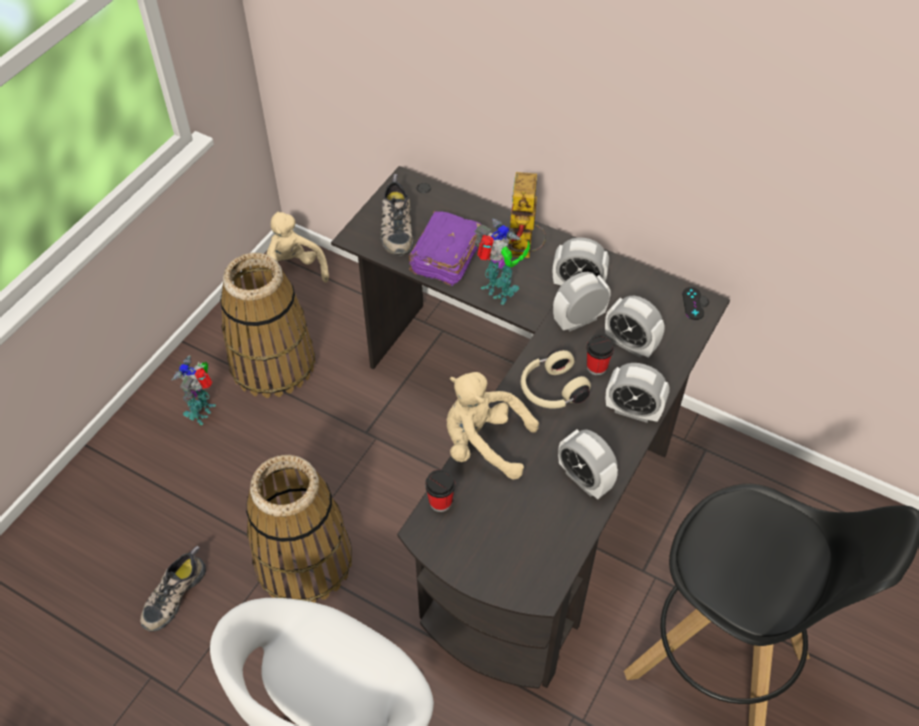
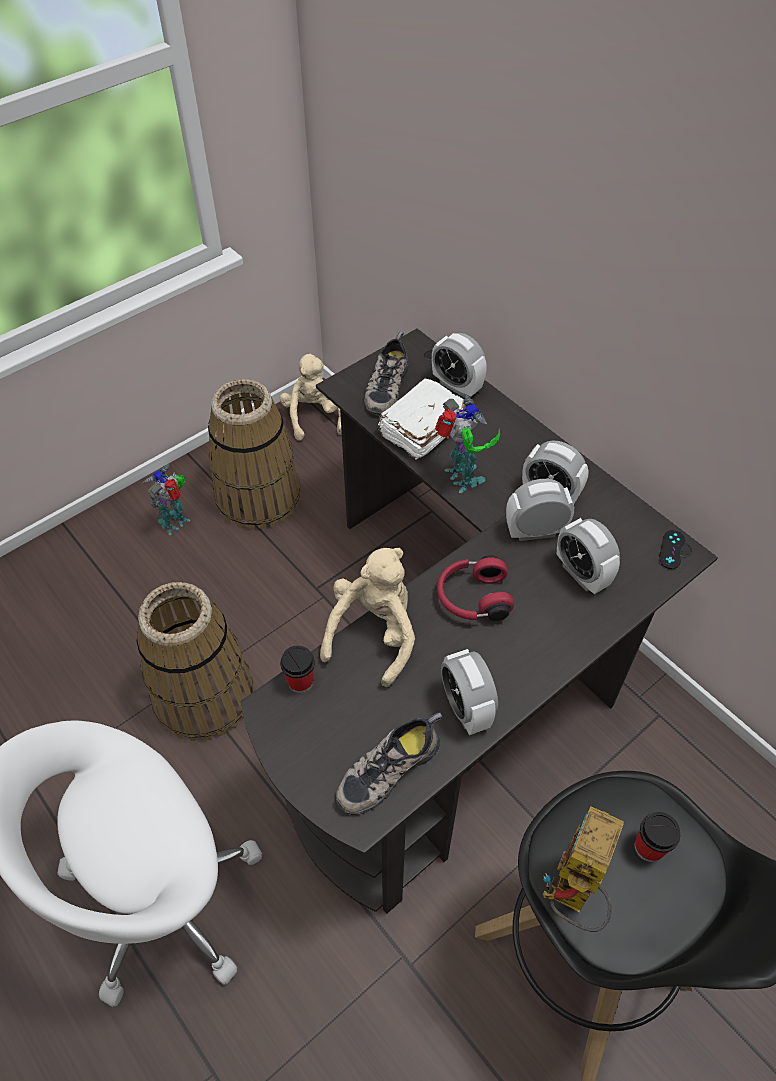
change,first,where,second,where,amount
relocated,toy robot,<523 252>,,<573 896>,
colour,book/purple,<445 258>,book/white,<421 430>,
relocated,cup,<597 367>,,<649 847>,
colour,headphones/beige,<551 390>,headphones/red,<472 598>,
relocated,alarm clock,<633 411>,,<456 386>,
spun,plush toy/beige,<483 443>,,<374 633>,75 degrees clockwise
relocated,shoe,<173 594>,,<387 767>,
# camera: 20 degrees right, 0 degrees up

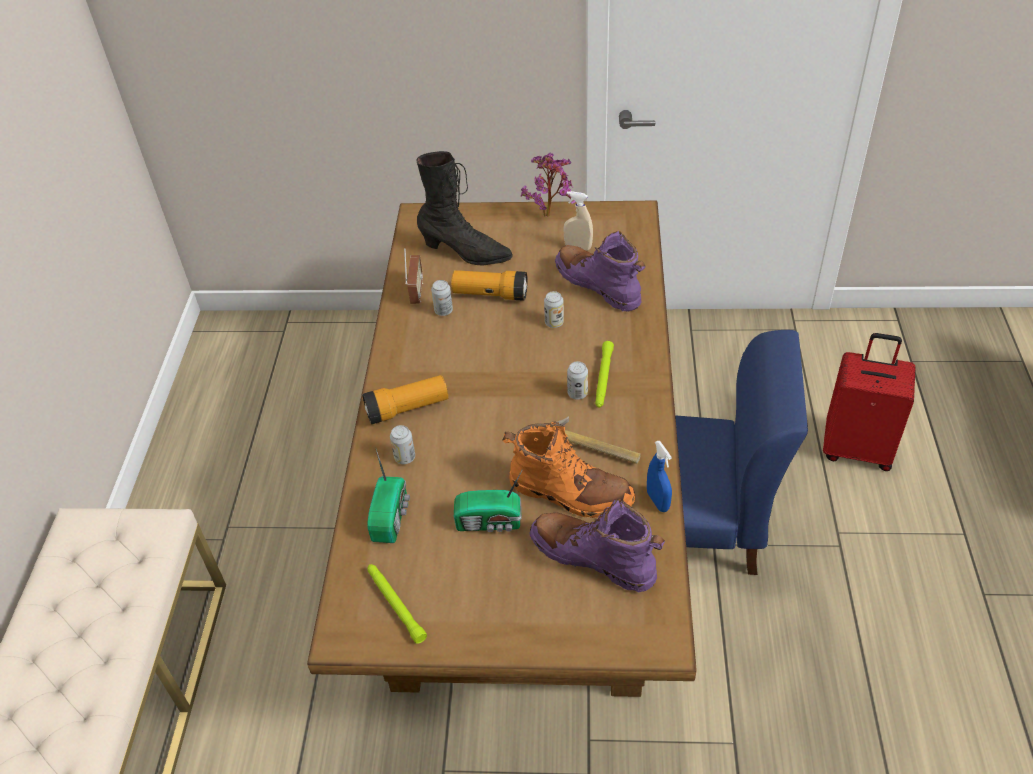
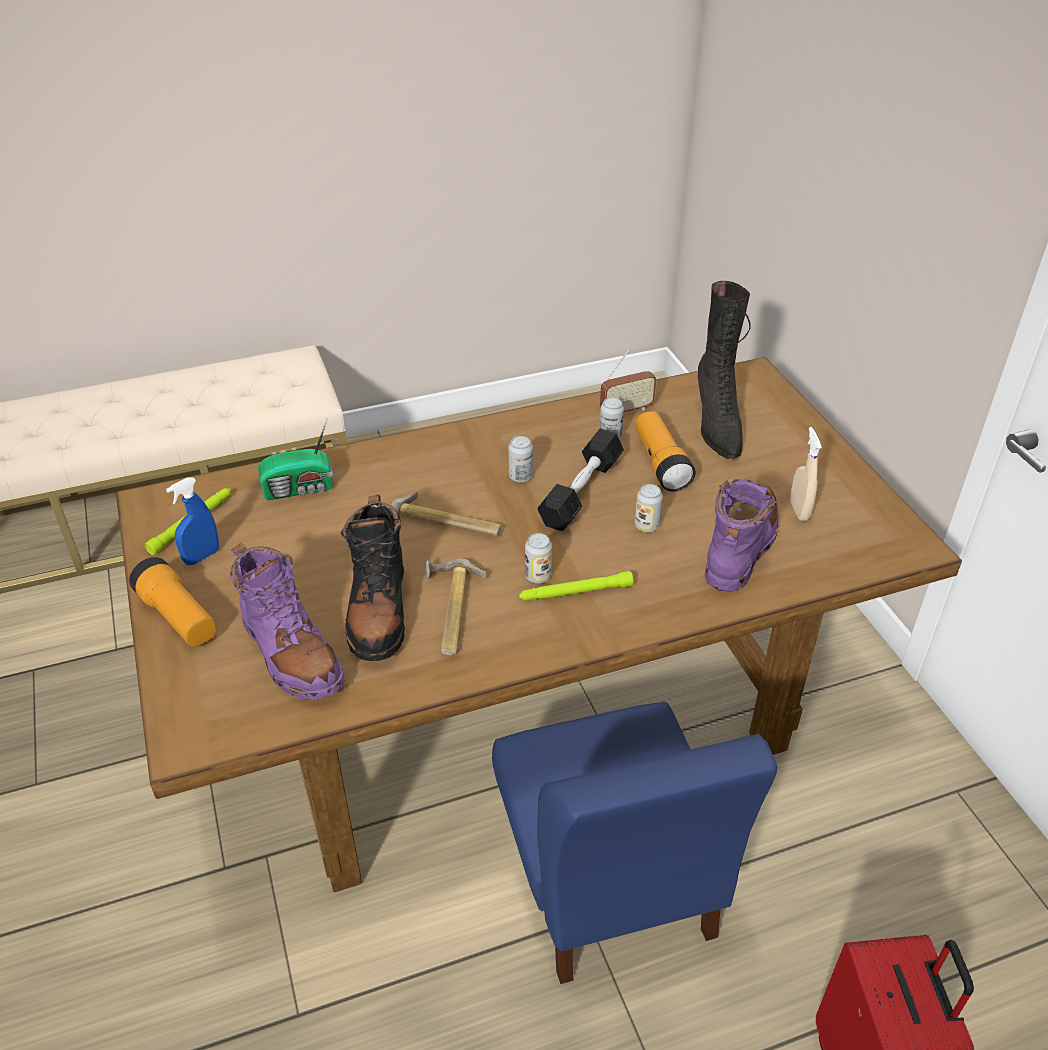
change,first,where,second,where,amount
missing,potted plant,<550 214>,,,
relocated,flashlight,<407 408>,,<178 617>,
colour,boot/orange,<570 493>,boot/black,<378 610>,
relocated,can,<405 457>,,<520 476>,
relocated,spray bottle/blue,<658 501>,,<202 556>,
missing,radio,<490 522>,,,
spun,boot/purple,<593 557>,,<290 653>,135 degrees clockwise
appeared,,,dumbbell/black,<581 492>,
appeared,,,hammer,<443 527>,
# camera: 65 degrees right, 5 degrees down

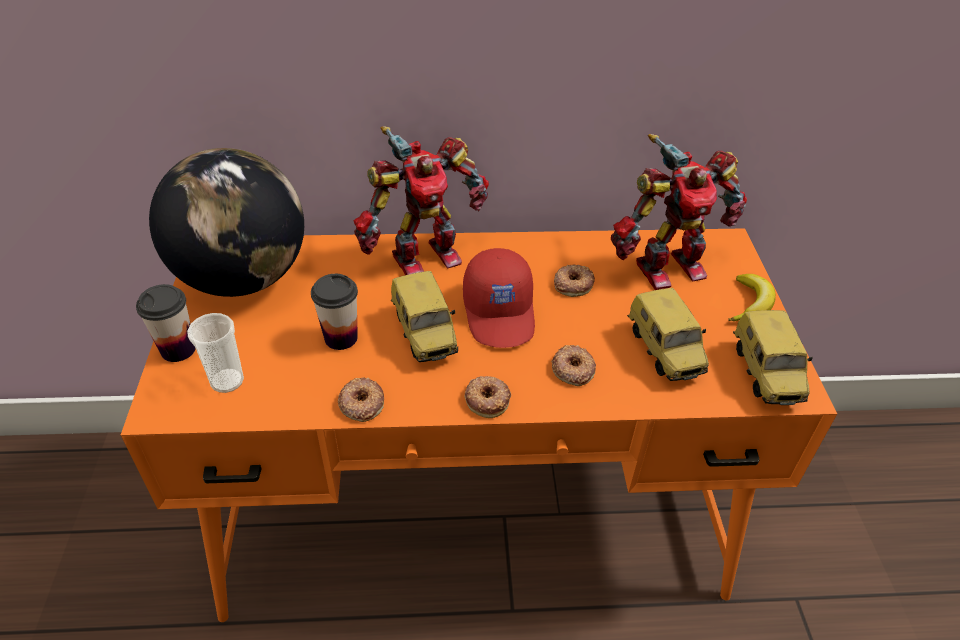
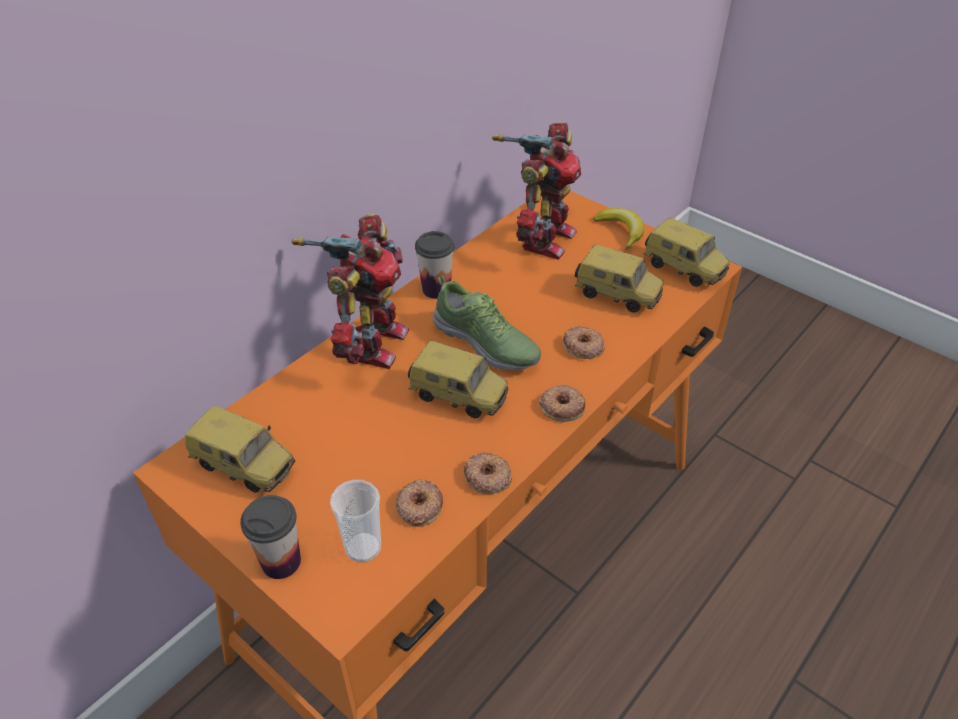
change,first,where,second,where,amount
exchanged,globe,<243 278>,toy car,<246 466>,
exchanged,cap/red,<500 312>,shoe,<486 343>,
relocated,donut,<573 284>,,<419 506>,
relocated,cup,<341 338>,,<436 289>,
# camera: 45 degrees left, 0 degrees up

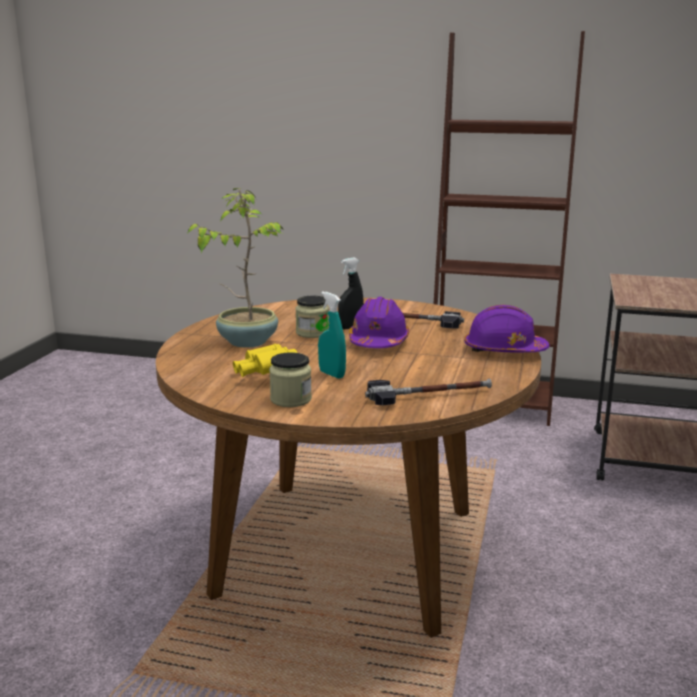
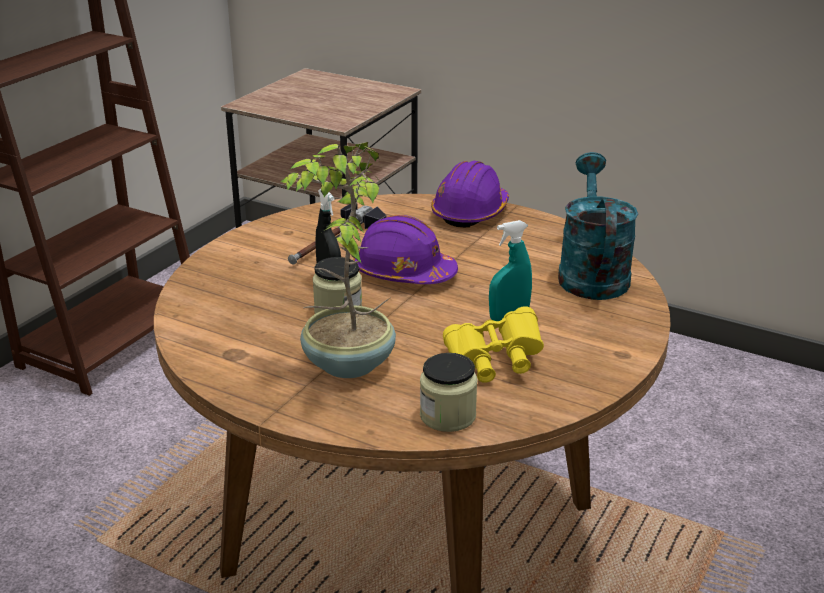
change,first,where,second,where,amount
relocated,jar,<291 399>,,<447 416>,
exchanged,hammer,<428 395>,watering can/turquoise,<591 273>,
# camera: 75 degrees left, 10 degrees up

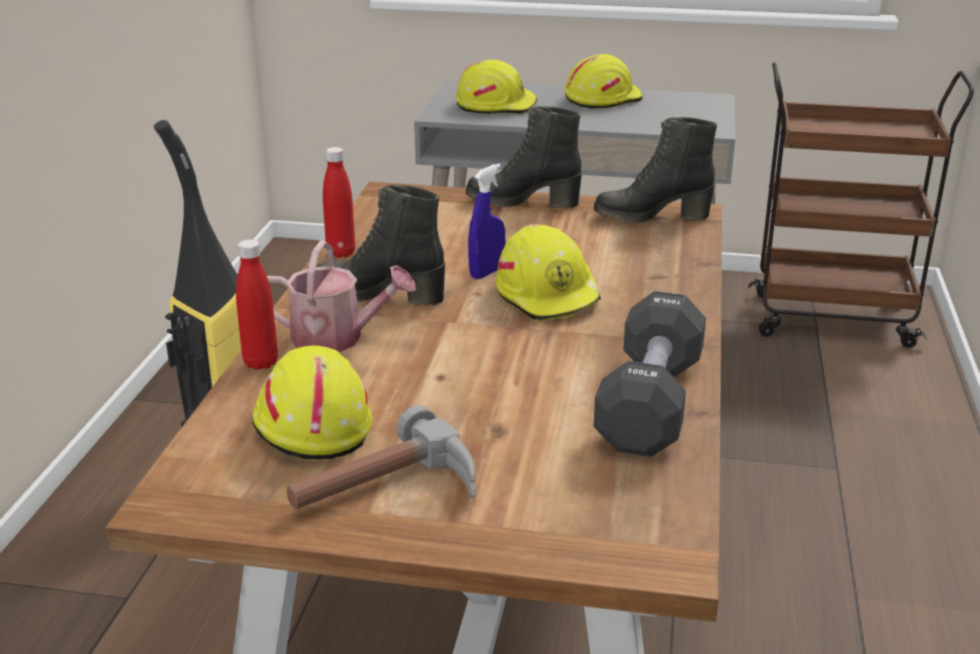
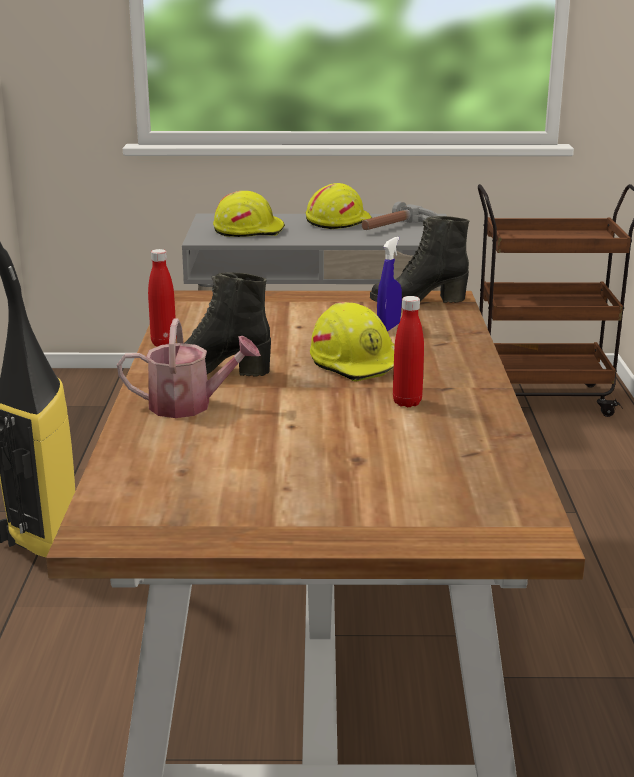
change,first,where,second,where,amount
missing,boot/black,<523 202>,,,
relocated,spray bottle/blue,<487 272>,,<388 327>,
relocated,bottle/red,<260 363>,,<407 402>,
missing,dumbbell/black,<650 403>,,,
missing,hard hat/yellow,<310 425>,,,
relocated,hammer,<388 493>,,<398 229>,
# camera: 10 degrees left, 5 degrees down

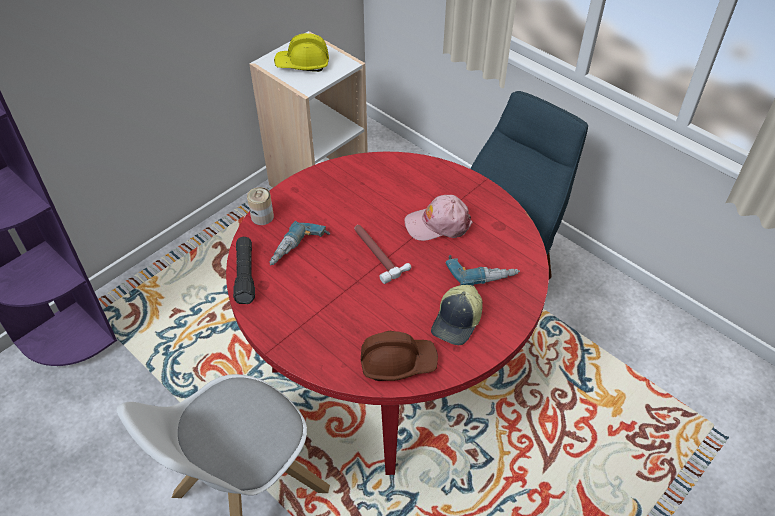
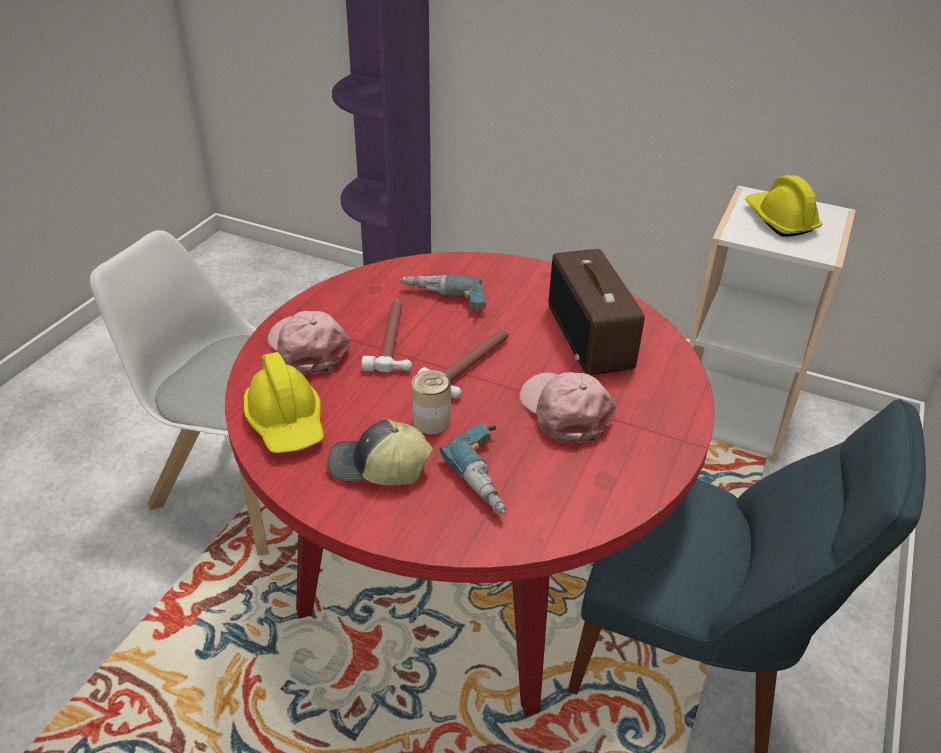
change,first,where,second,where,amount
relocated,can,<262 217>,,<431 421>,
missing,flashlight/black,<245 275>,,,
colour,hard hat/brown,<397 362>,hard hat/yellow,<286 422>,
appeared,,,radio,<591 337>,
appeared,,,hammer,<393 339>,
appeared,,,cap/pink,<307 348>,
# camera: 70 degrees right, 10 degrees down

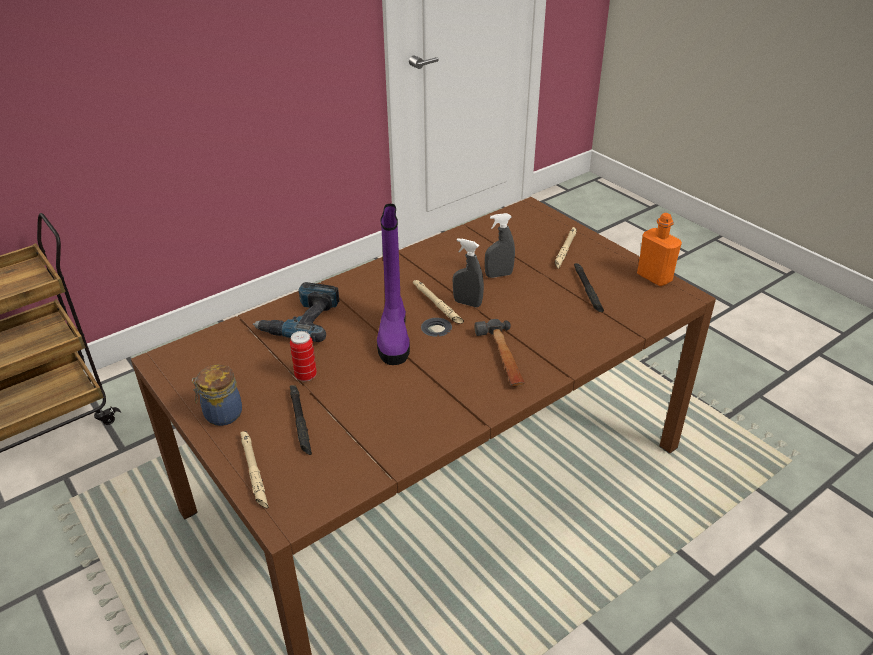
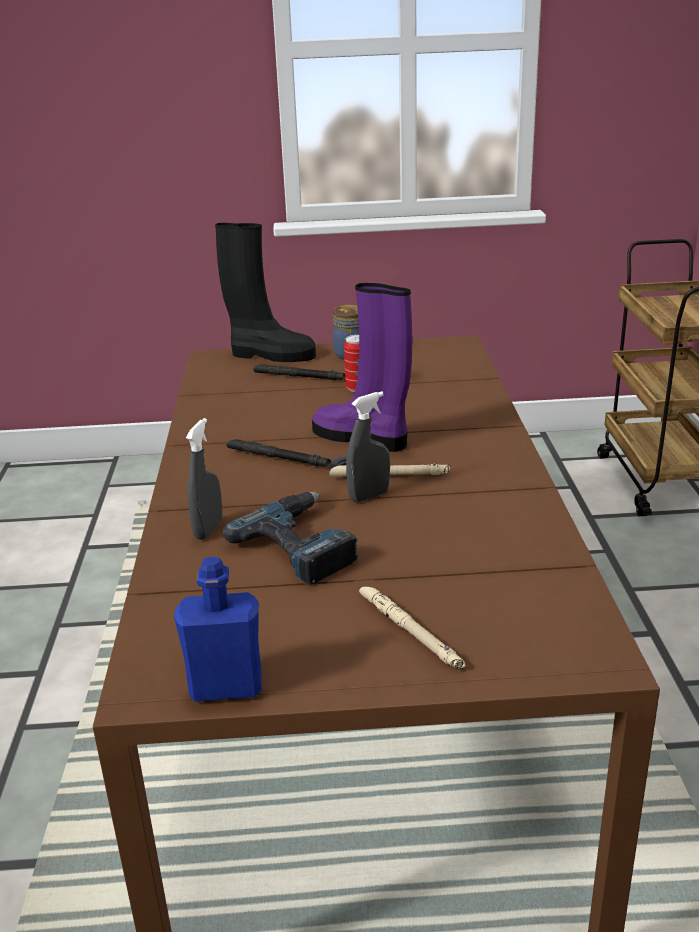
change,first,where,second,where,amount
relocated,spray bottle/grey,<498 275>,,<208 530>,
colour,bottle/orange,<654 277>,bottle/blue,<226 687>,
relocated,flashlight/black,<587 290>,,<278 458>,
relocated,power drill,<301 319>,,<303 545>,
missing,hammer,<502 357>,,,
exchanged,flashlight/beige,<254 471>,boot/black,<270 355>,
# camera: 125 degrees right, 10 degrees down

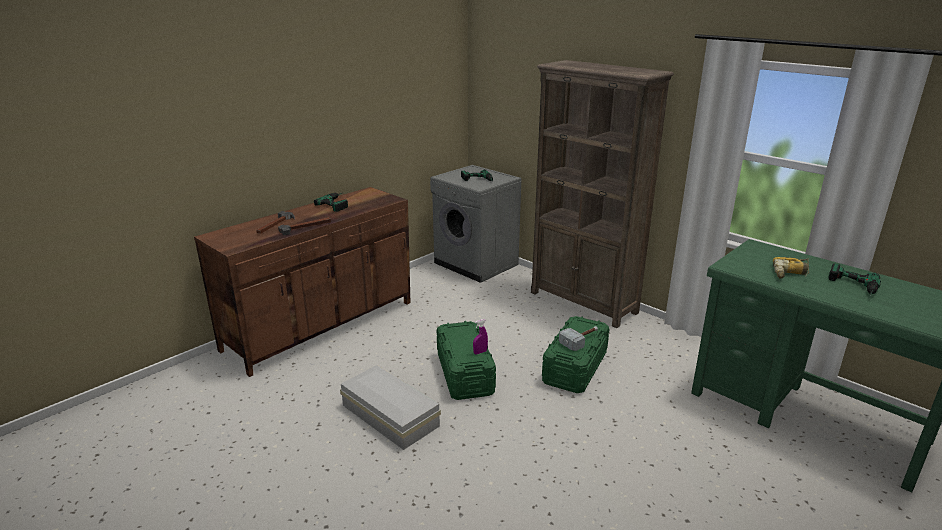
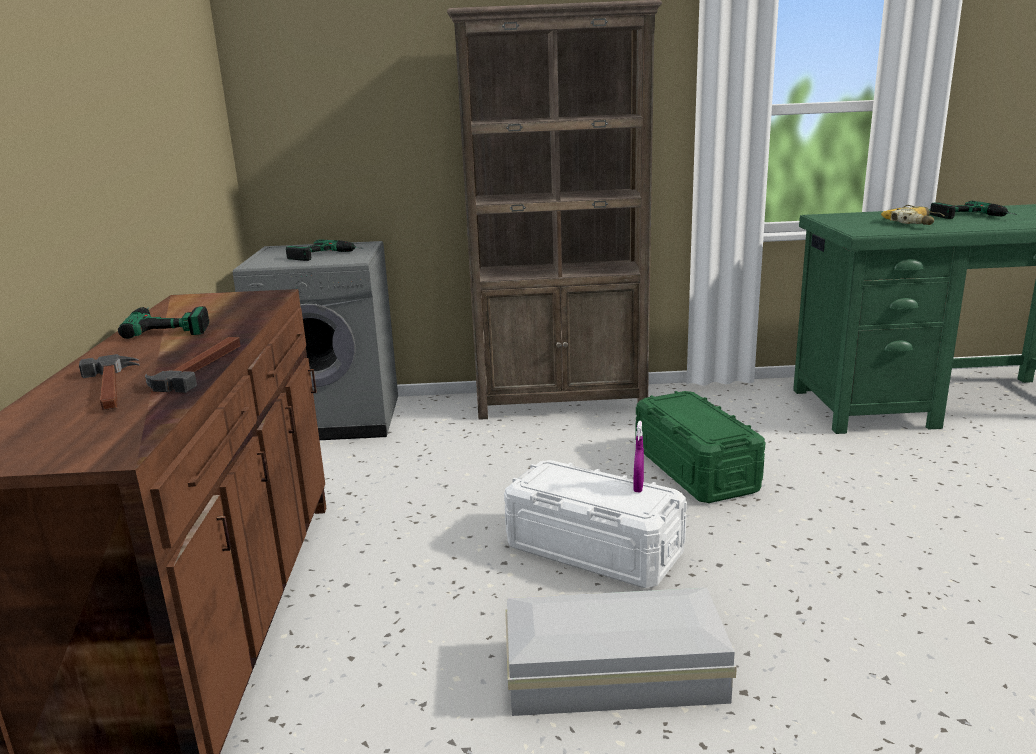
change,first,where,second,where,amount
colour,storage box/green,<465 373>,storage box/white,<593 549>,
missing,hammer,<580 340>,,,
# camera: 45 degrees left, 5 degrees down

